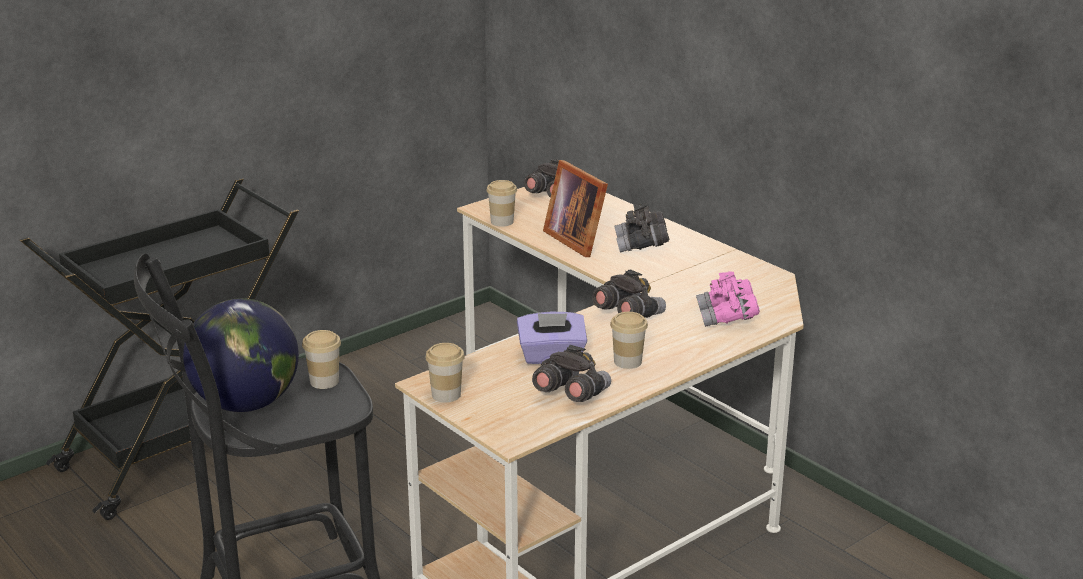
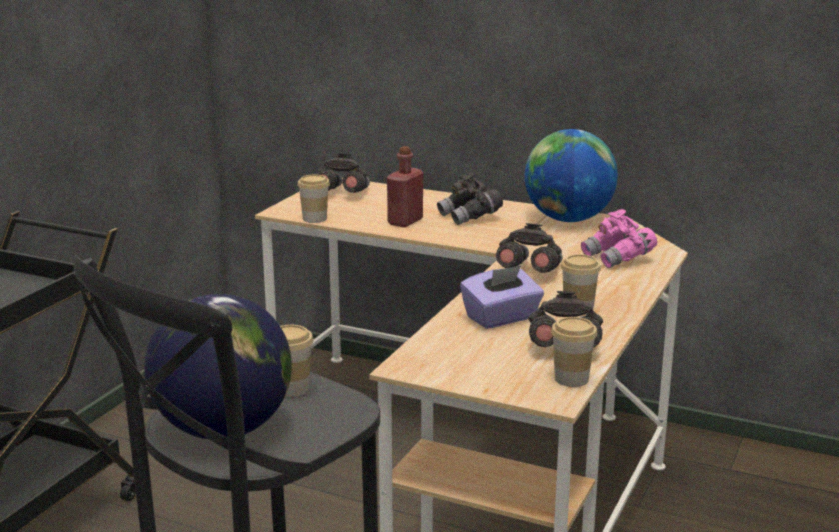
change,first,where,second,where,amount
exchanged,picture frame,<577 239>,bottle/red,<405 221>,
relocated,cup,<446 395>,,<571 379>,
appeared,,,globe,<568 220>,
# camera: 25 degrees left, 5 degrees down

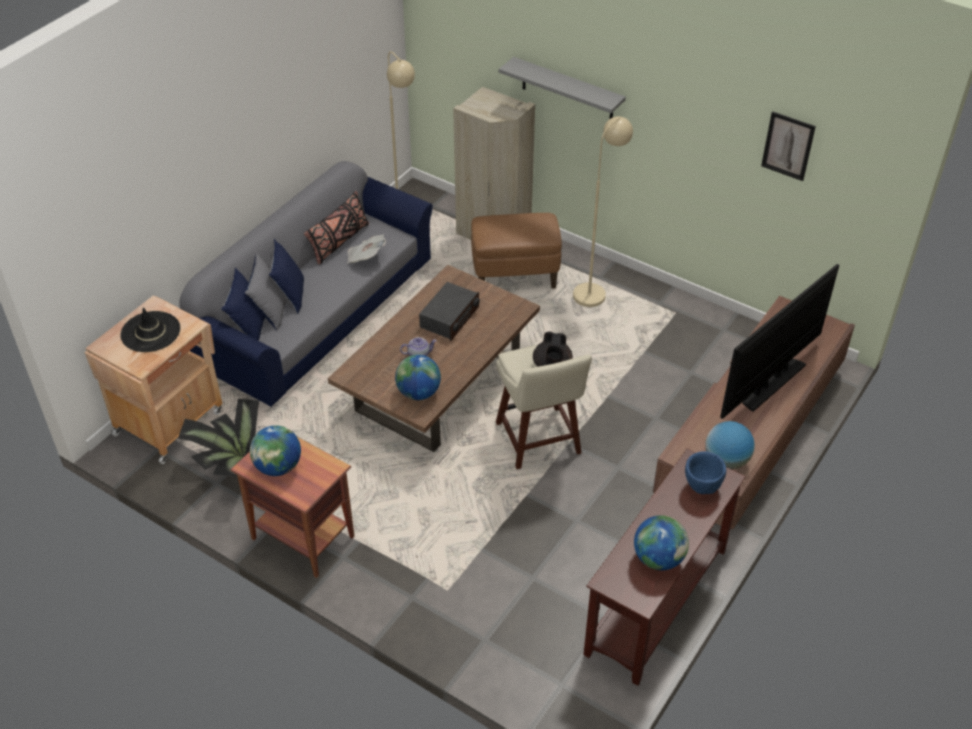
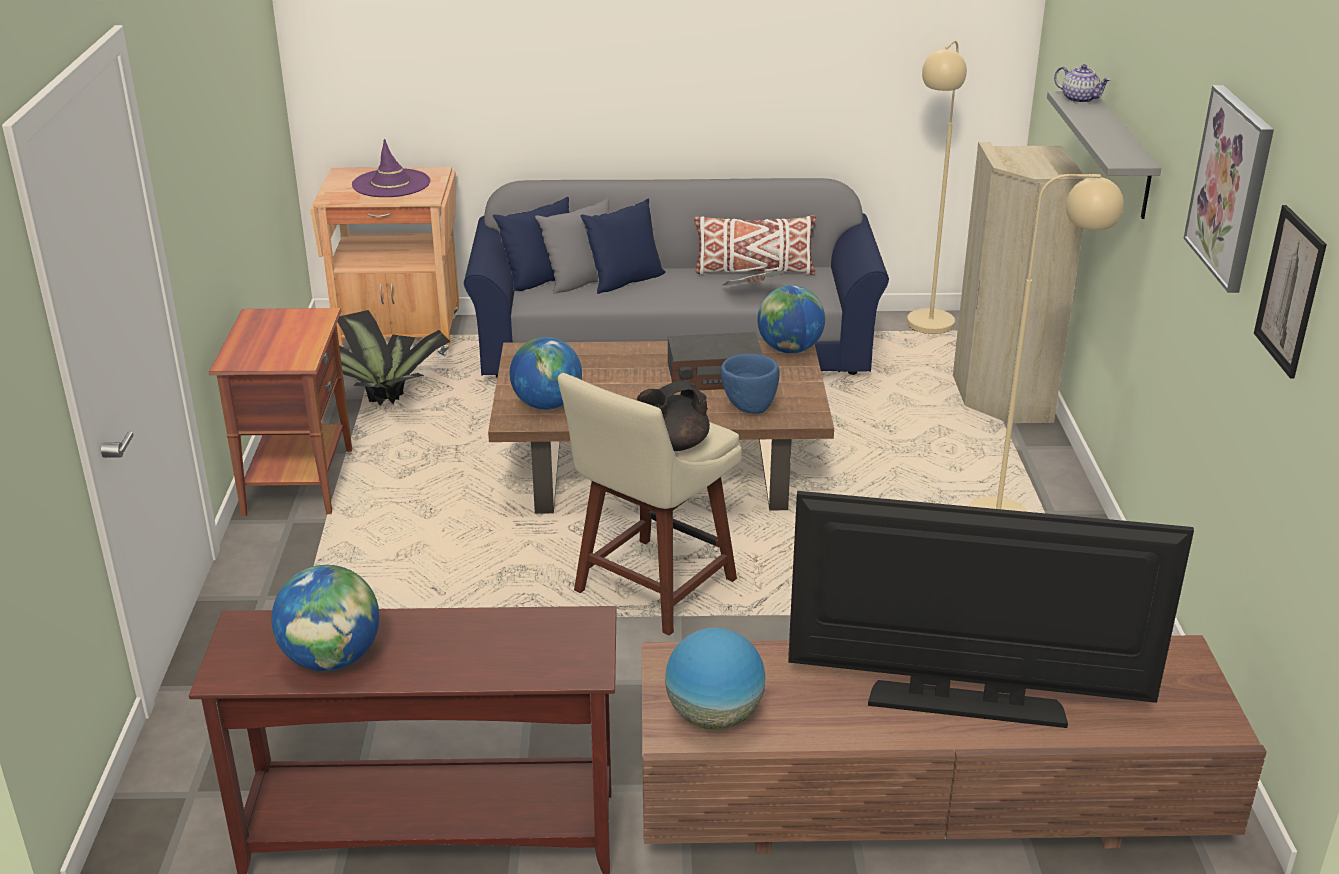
change,first,where,second,where,amount
colour,pillow/black,<339 242>,pillow/white,<754 271>,
missing,ottoman/brown,<515 276>,,,
colour,hat/black,<150 332>,hat/purple,<391 184>,
relocated,teapot,<419 354>,,<1079 99>,
relocated,globe,<278 467>,,<789 349>,
relocated,bowl/blue,<702 488>,,<748 408>,
appeared,,,picture,<1231 187>,
# camera: 55 degrees right, 15 degrees down

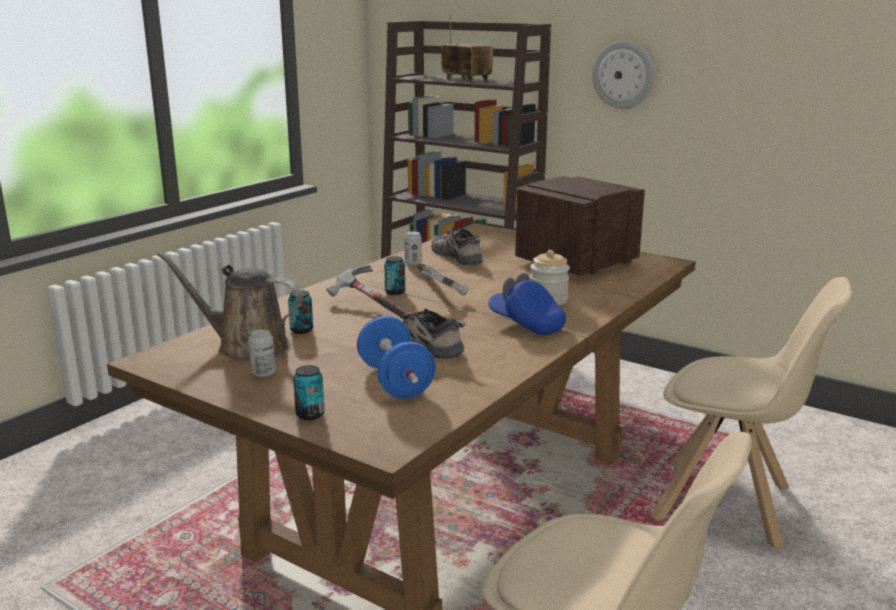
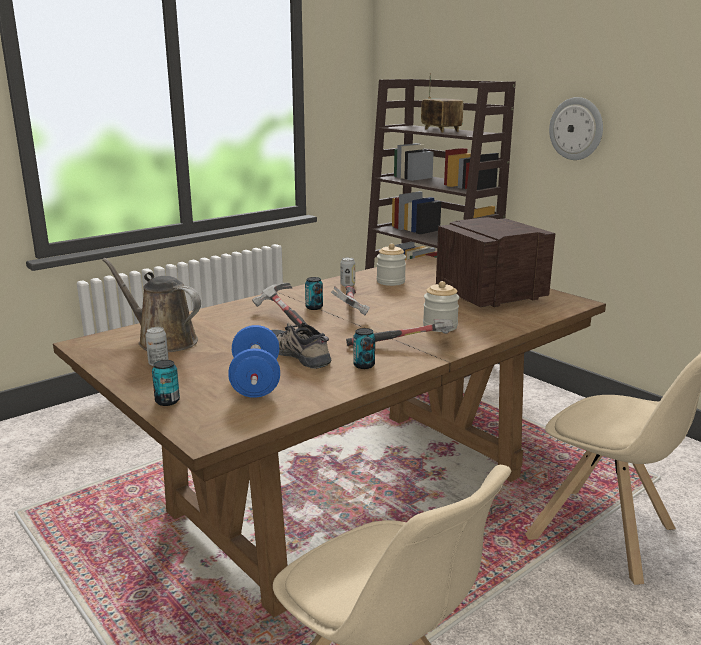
change,first,where,second,where,amount
exchanged,shoe,<458 256>,jar,<390 282>,
exchanged,cap/blue,<526 324>,hammer,<404 345>,
relocated,can,<301 330>,,<364 365>,
# camera: 15 degrees right, 0 degrees up

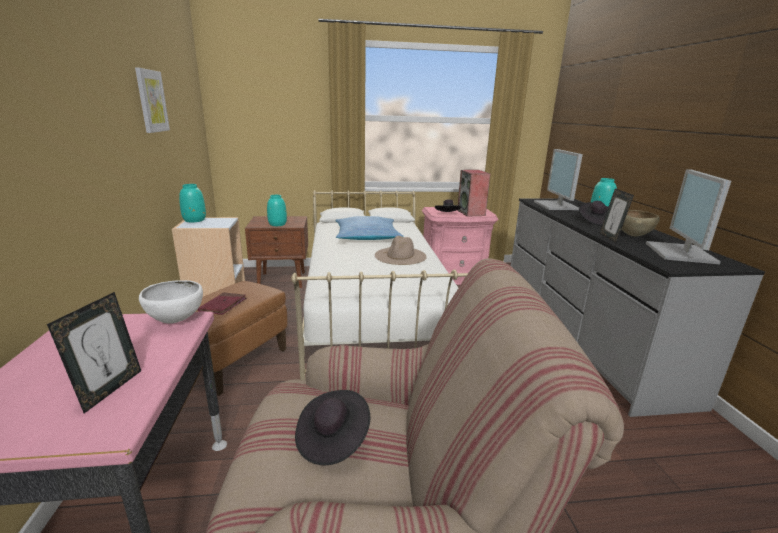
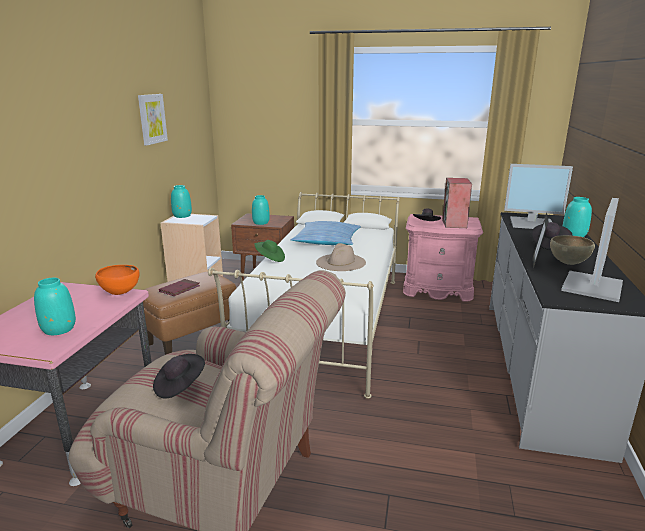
change,first,where,second,where,amount
spun,monitor,<557 206>,,<532 224>,90 degrees counterclockwise
colour,bowl/white,<176 321>,bowl/orange,<120 293>,
exchanged,picture frame,<110 389>,vase/turquoise,<59 329>,
appeared,,,hat/green,<270 259>,
# camera: 20 degrees right, 0 degrees up

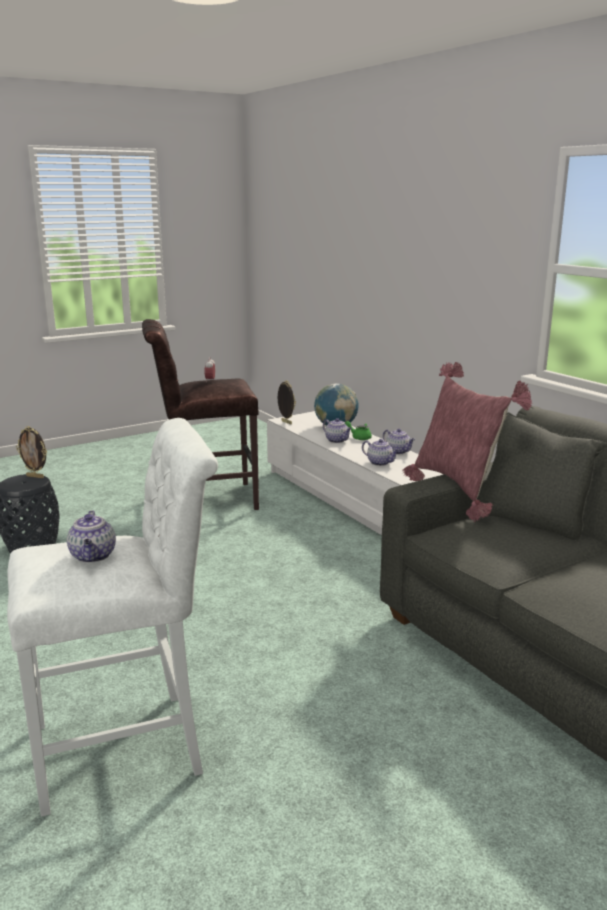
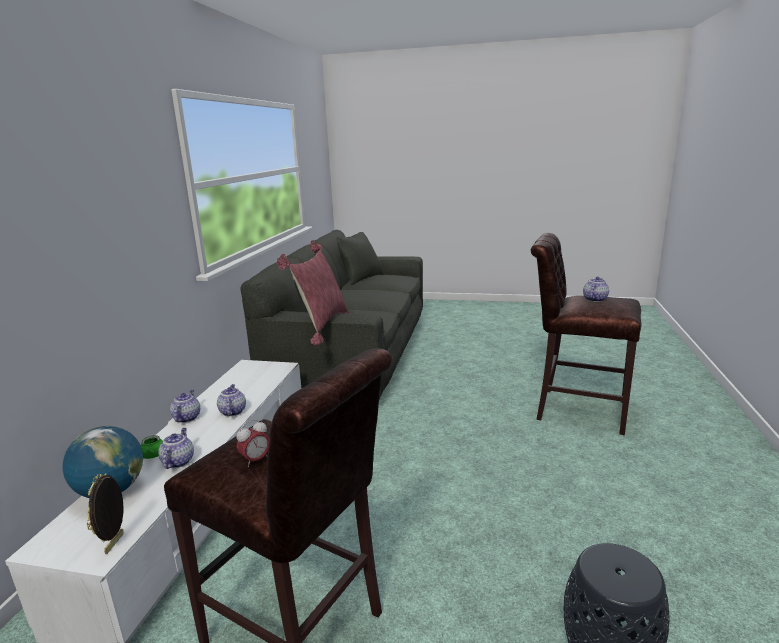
change,first,where,second,where,amount
colour,stool/white,<128 747>,stool/brown,<575 409>,
missing,picture frame,<35 476>,,,
# camera: 135 degrees left, 0 degrees up

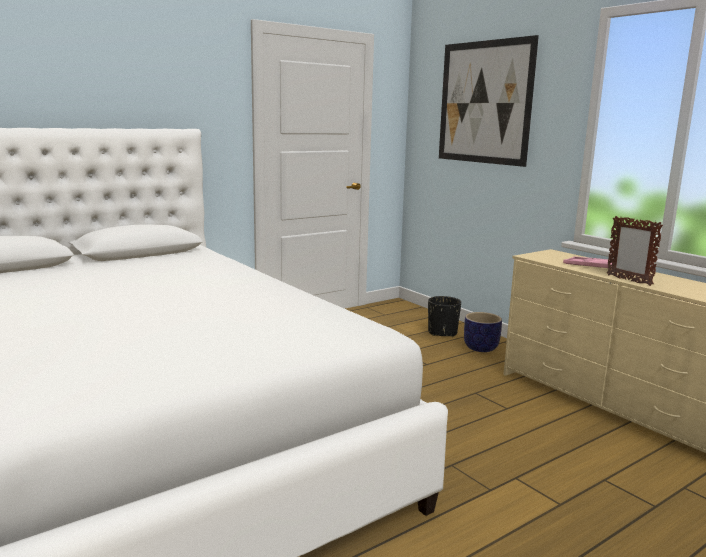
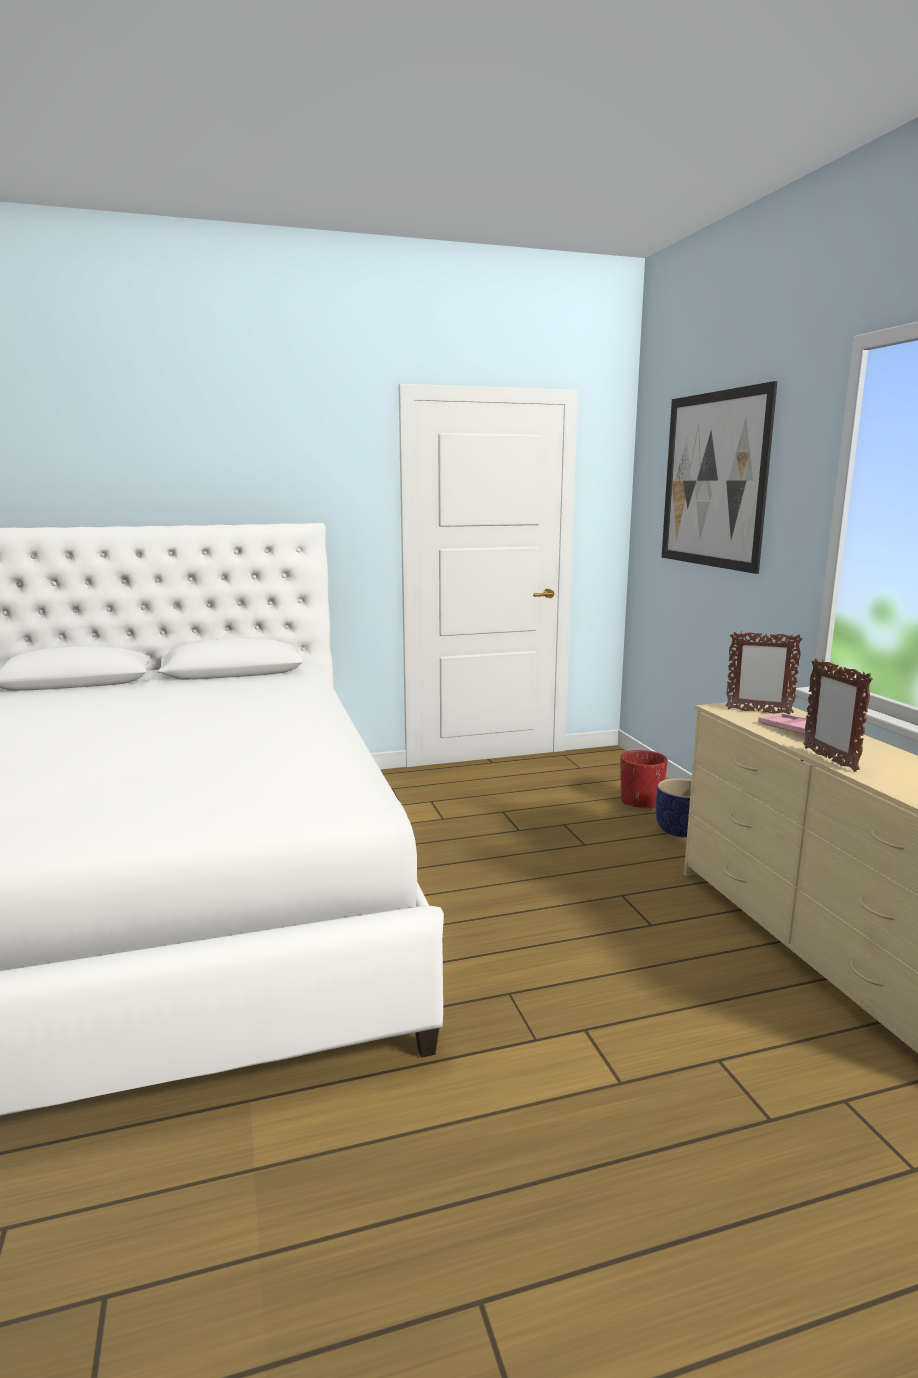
change,first,where,second,where,amount
colour,planter/black,<442 333>,planter/red,<641 802>,
appeared,,,picture frame,<758 712>,
# camera: 20 degrees right, 0 degrees up

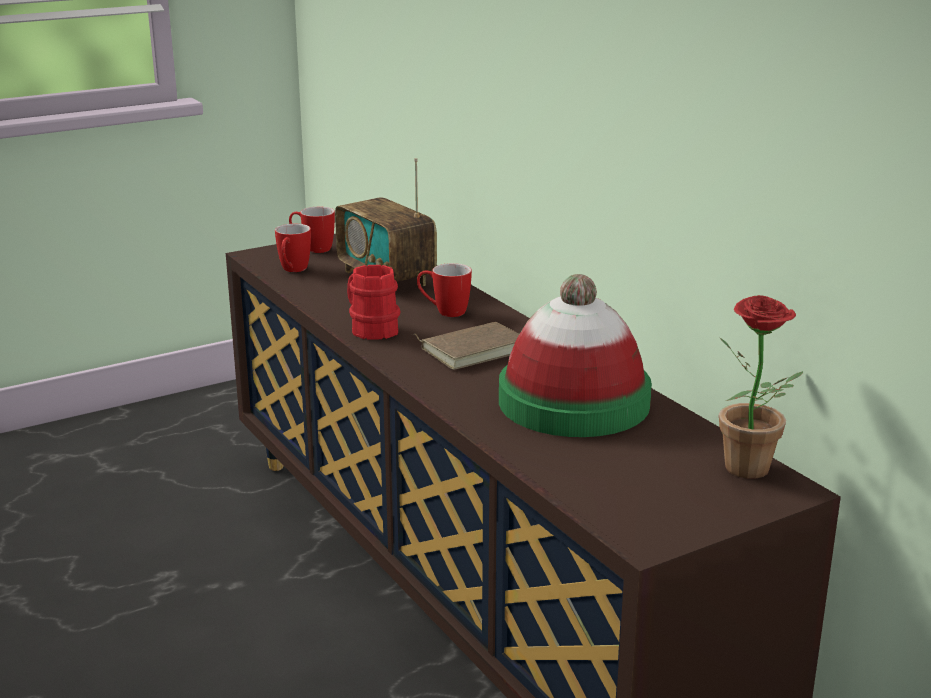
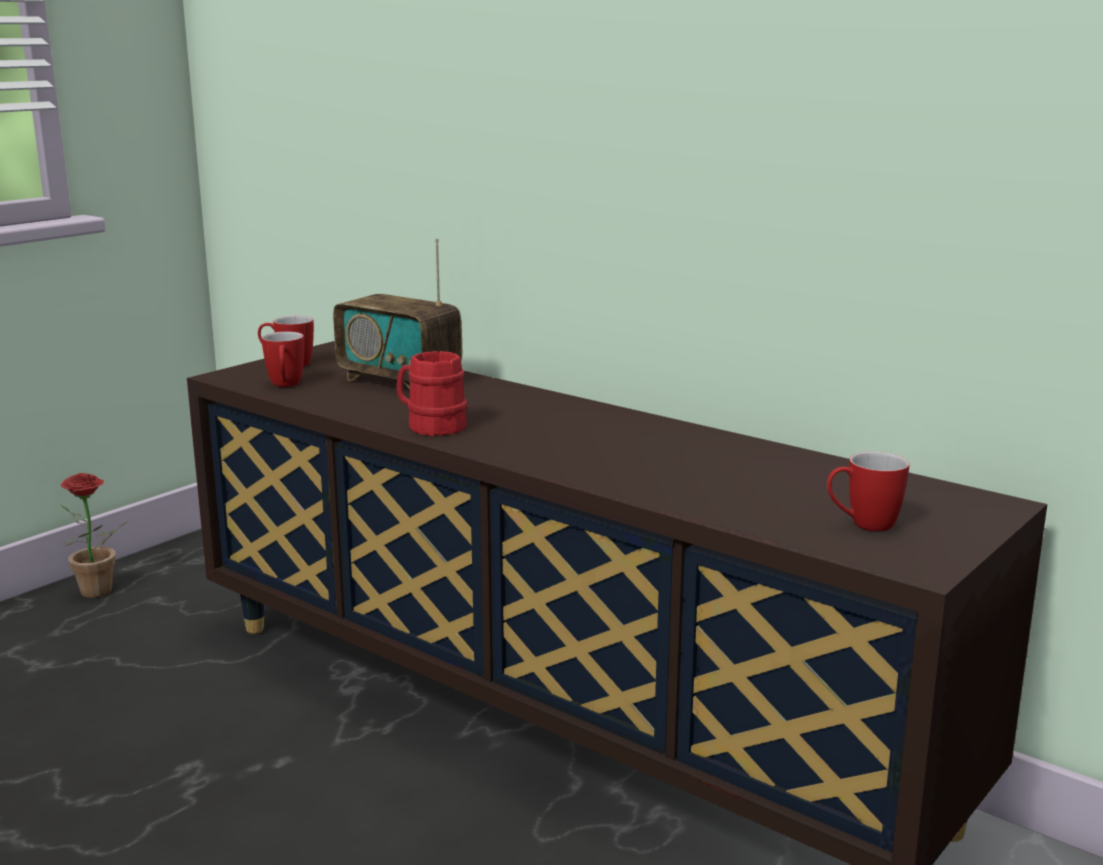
change,first,where,second,where,amount
relocated,mug,<444 312>,,<862 525>,
missing,hat,<574 402>,,,
relocated,potted plant,<752 473>,,<98 593>,
missing,book/brown,<473 349>,,,
# camera: 20 degrees left, 5 degrees down

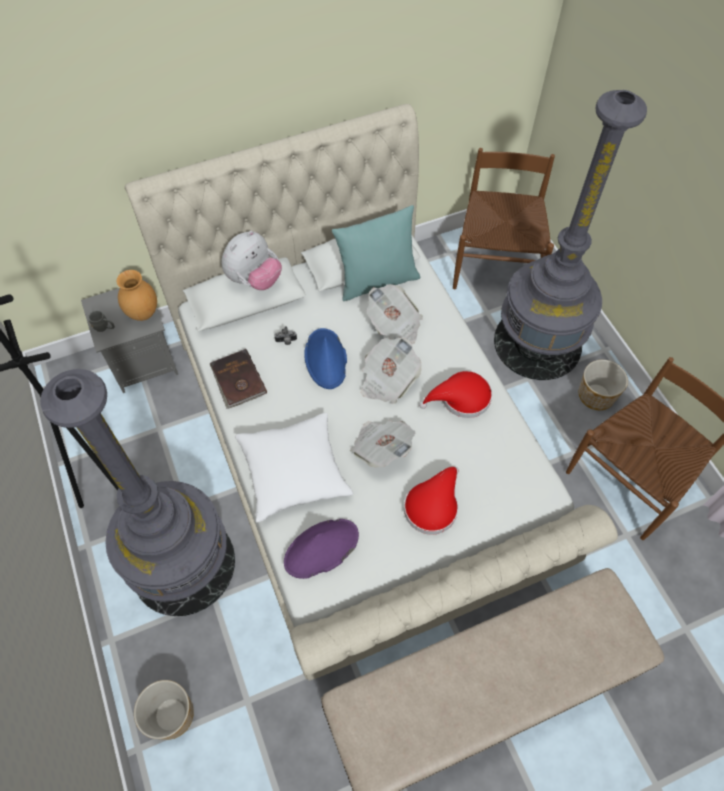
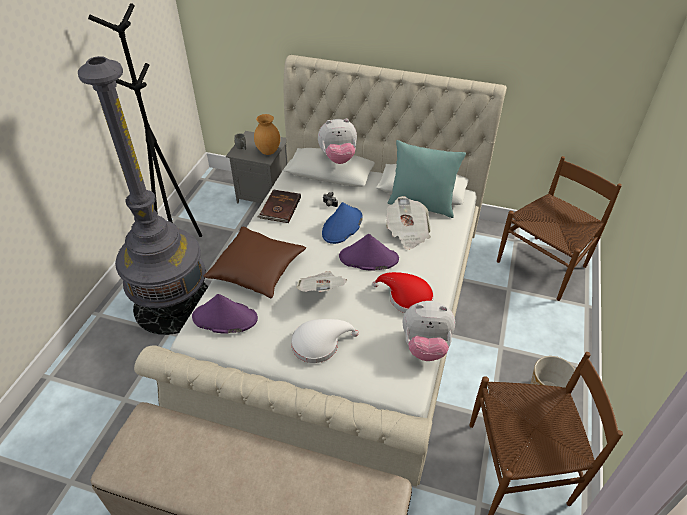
change,first,where,second,where,amount
missing,floor lamp/grey,<537 343>,,,
exchanged,newspaper,<387 380>,hat/purple,<368 258>,
colour,pillow/white,<294 472>,pillow/brown,<257 270>,
colour,hat/red,<432 505>,hat/white,<319 343>,
missing,planter,<171 716>,,,
appeared,,,plush toy,<425 346>,
# camera: 40 degrees right, 15 degrees down

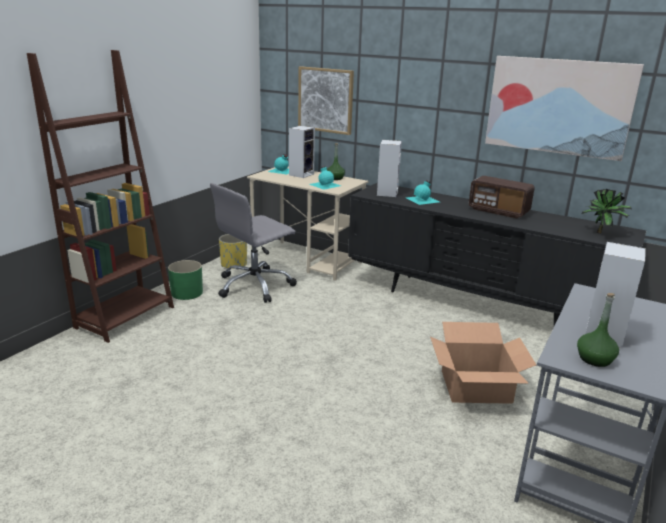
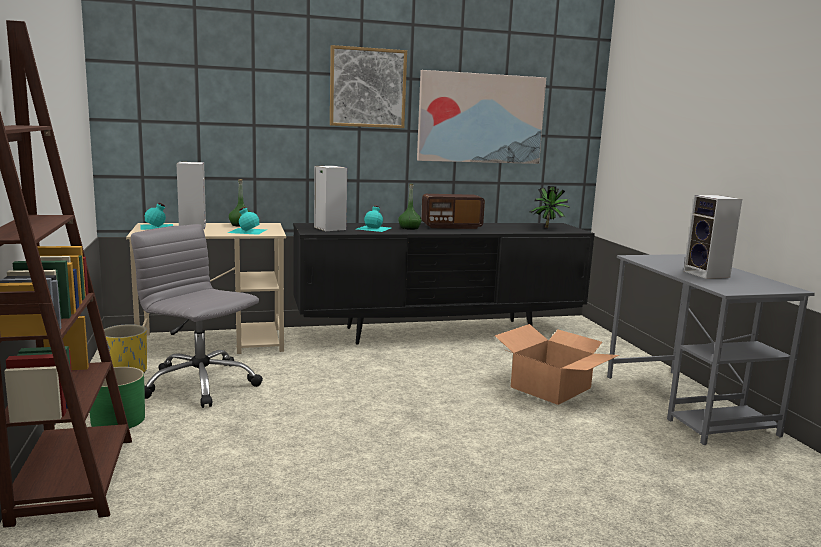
change,first,where,second,where,amount
relocated,picture,<326 100>,,<367 88>,
spun,office chair/grey,<254 286>,,<200 384>,120 degrees clockwise
relocated,bottle/green,<594 359>,,<409 228>,
# camera: 45 degrees left, 10 degrees down

